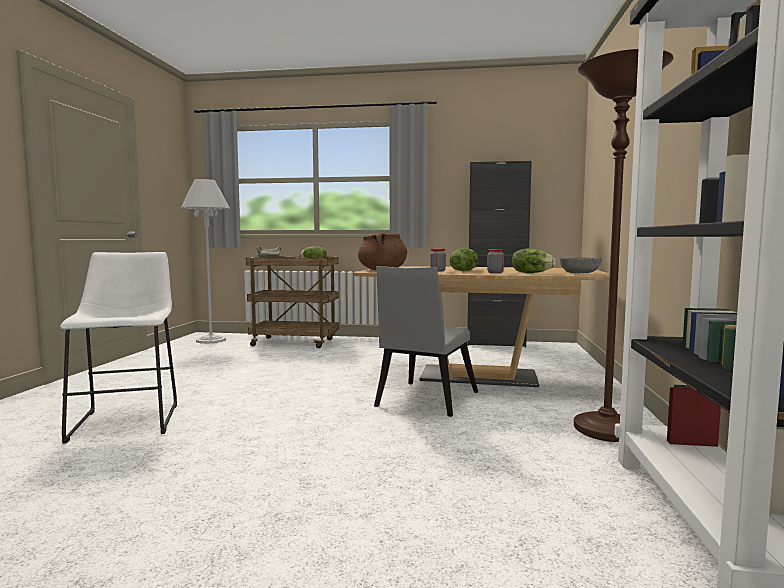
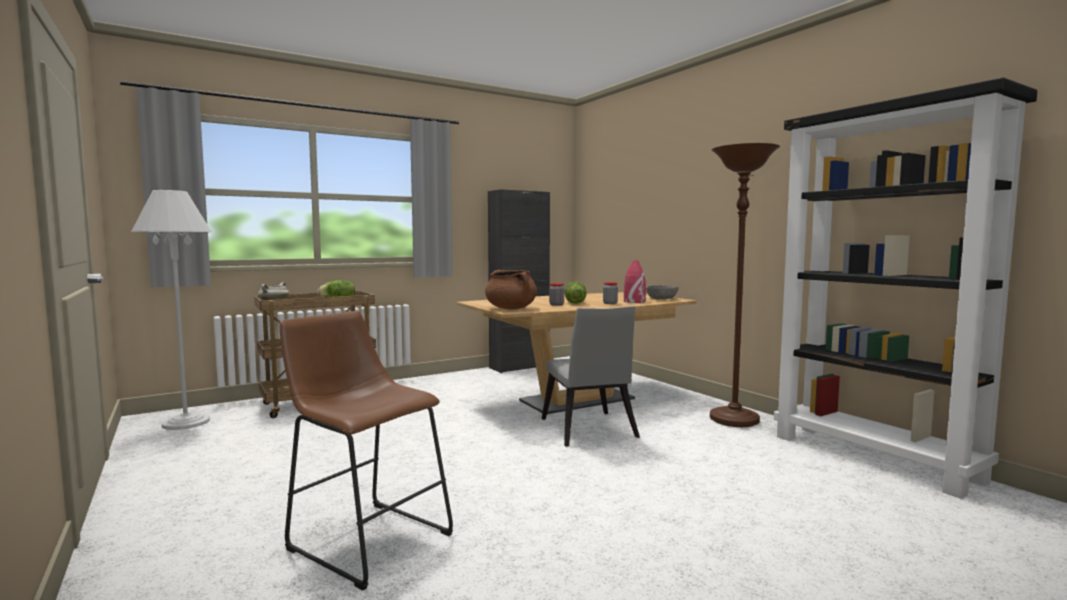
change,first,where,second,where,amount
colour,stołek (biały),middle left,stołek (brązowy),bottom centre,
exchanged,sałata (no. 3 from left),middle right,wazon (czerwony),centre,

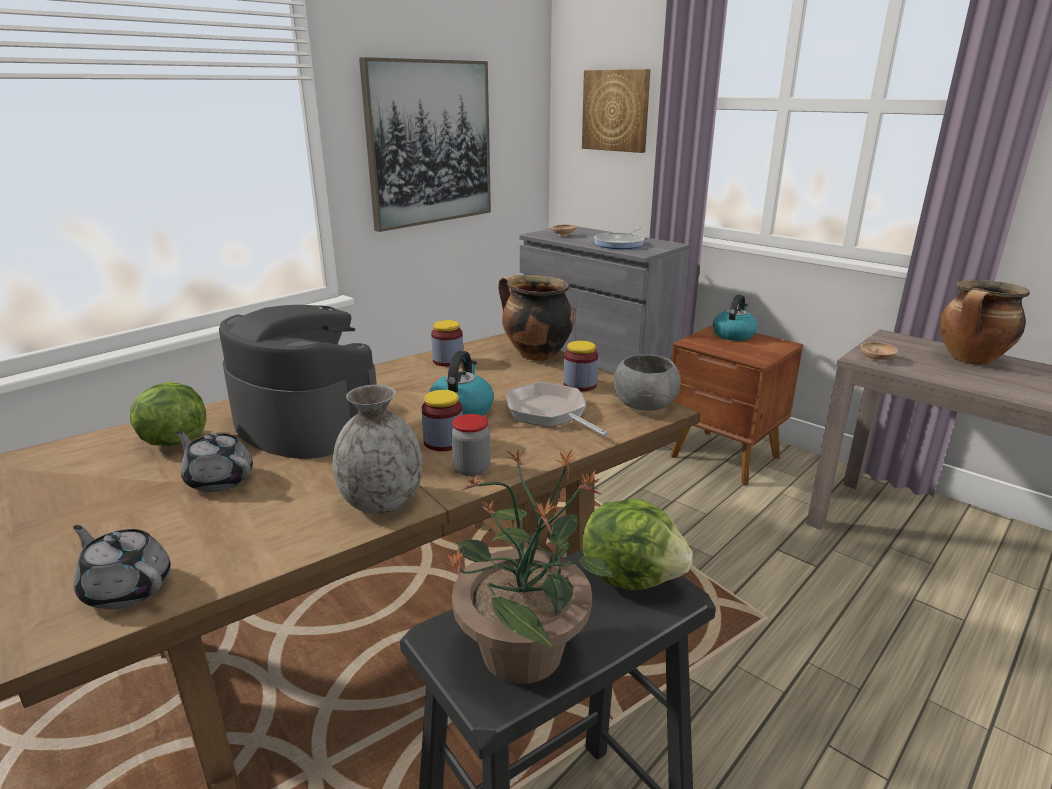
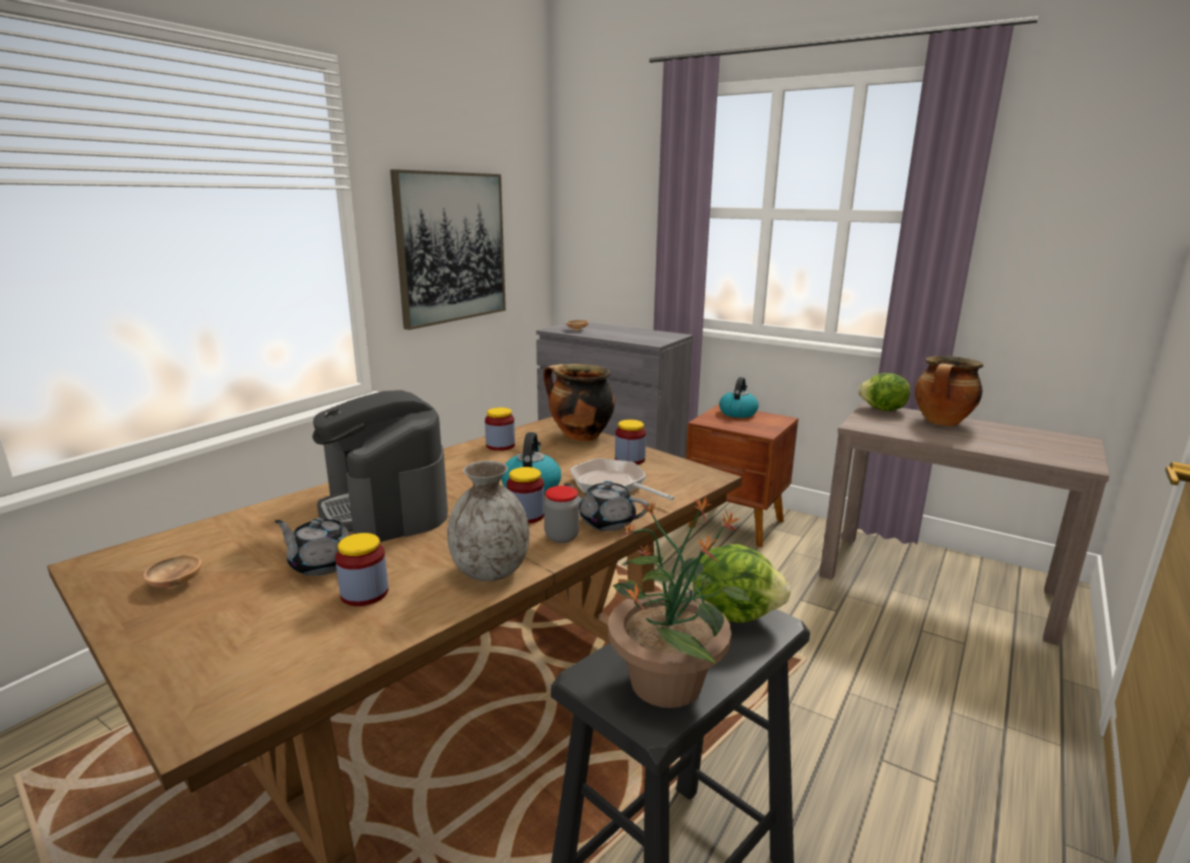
change,first,where,second,where,amount
relocated,miska (brązowy) (no. 2 from left in the first image),middle right,miska (brązowy) (no. 1 from left),middle left,
spun,ekspres do kawy,middle left,,middle left,150 degrees counterclockwise
appeared,,,słoik (no. 1 from left),middle left,
relocated,imbryk (szary) (no. 1 from left in the first image),bottom left,imbryk (szary) (no. 2 from left),centre,
relocated,sałata (no. 1 from left in the first image),middle left,sałata (no. 2 from left),middle right,
missing,obraz (no. 2 from left),top centre,,,
missing,patelnia (no. 2 from left),top centre,,,
missing,miska (szary),centre,,,

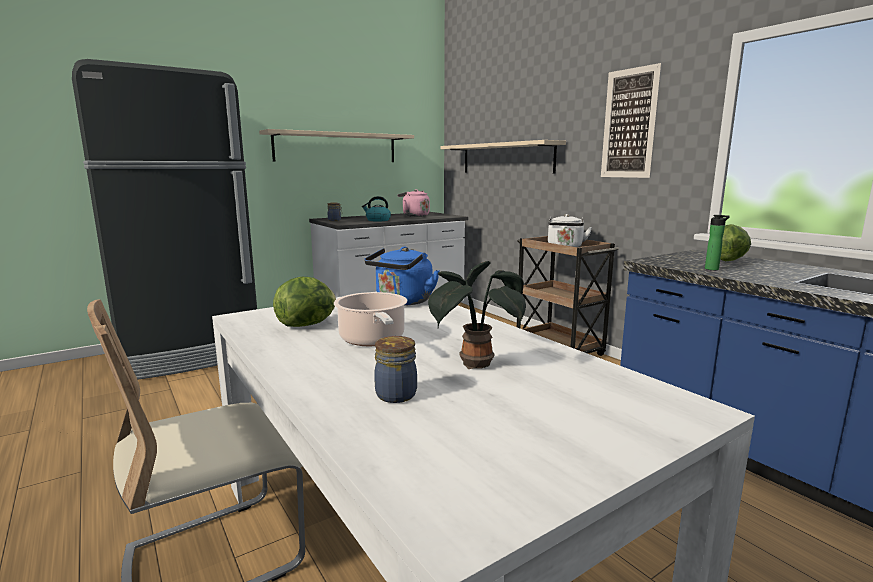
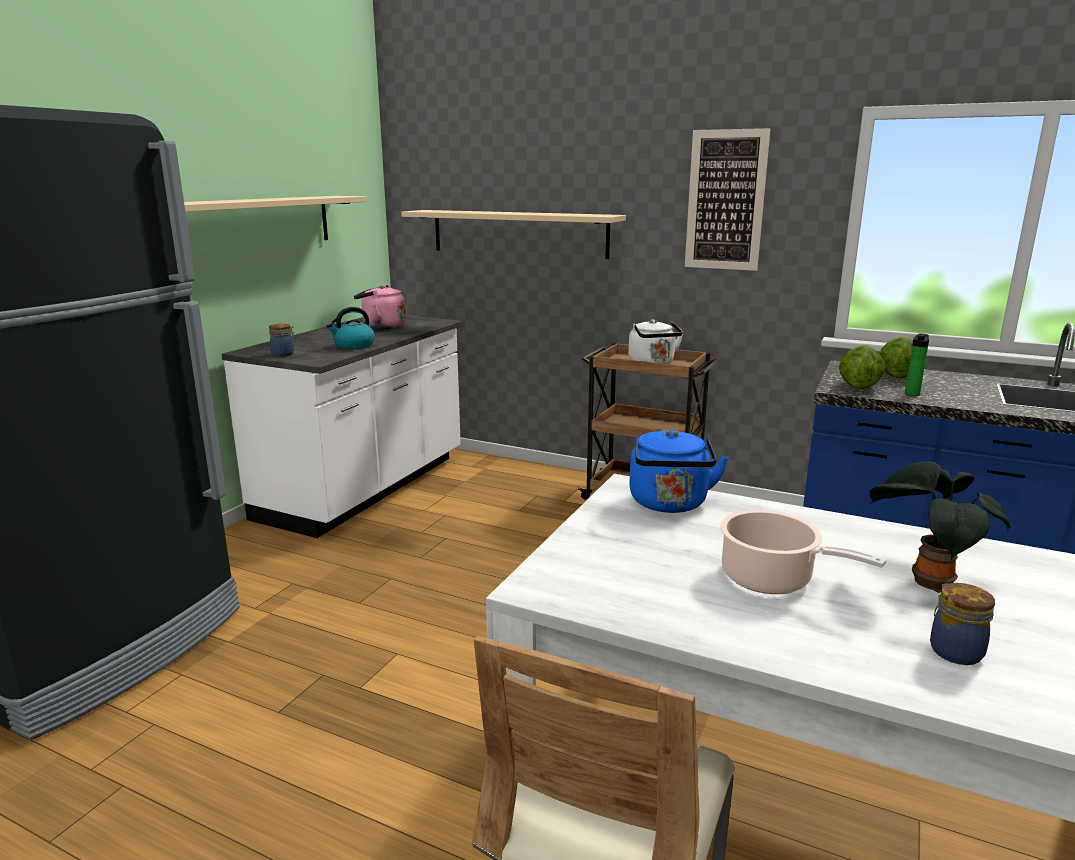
change,first,where,second,where,amount
relocated,sałata (no. 1 from left),centre,,middle right,

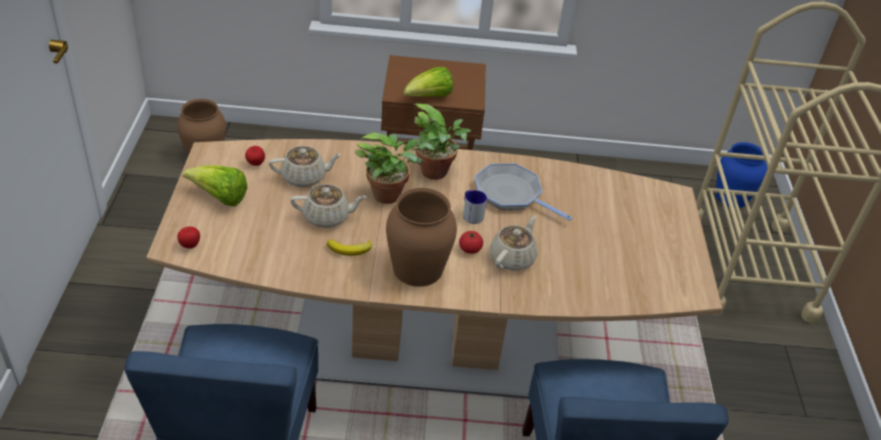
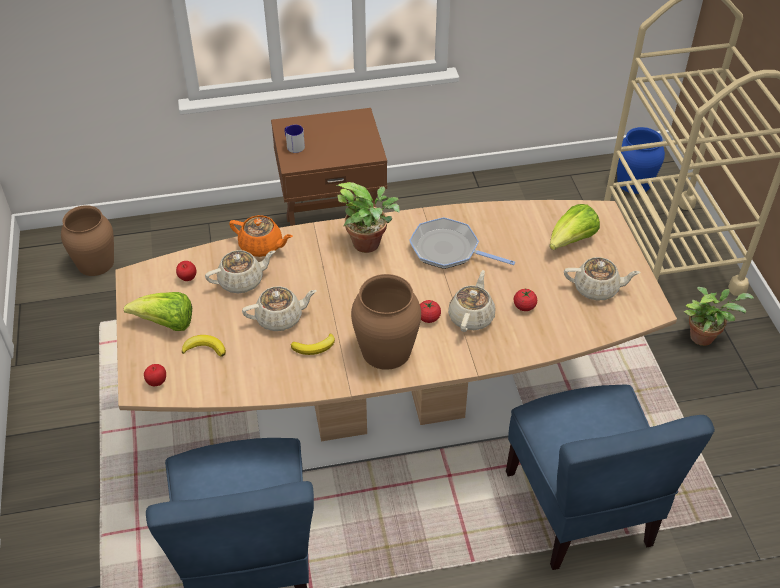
change,first,where,second,where,amount
appeared,,,banan (no. 1 from left),middle left,
appeared,,,imbryk (pomarańczowy),centre,
relocated,kubek,centre,,top centre,
appeared,,,pomidor (no. 2 from left),middle right,
relocated,sałata (no. 2 from left),top centre,,middle right,
appeared,,,imbryk (beżowy) (no. 4 from left),middle right,
relocated,roślina doniczkowa (no. 1 from left in the first image),centre,roślina doniczkowa (no. 2 from left),middle right,

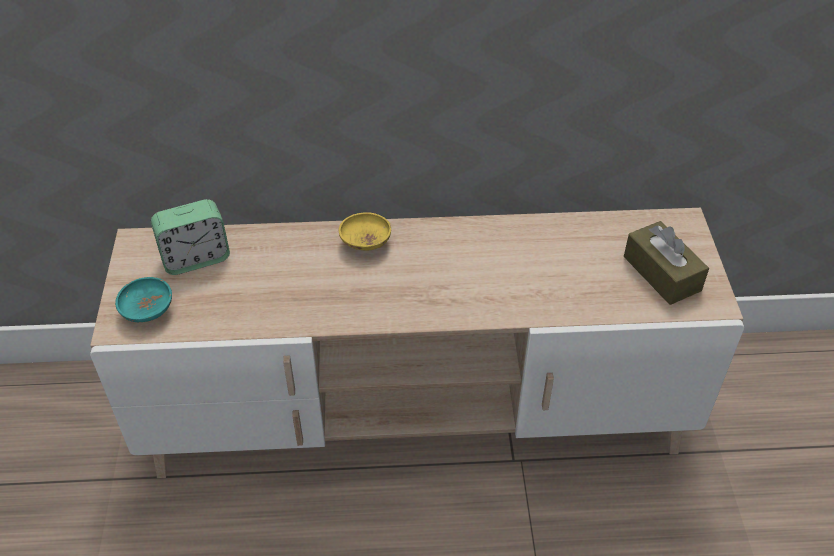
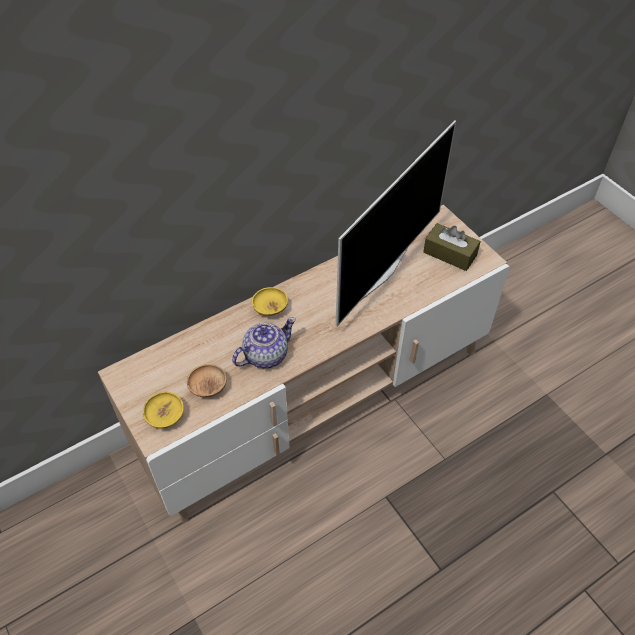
change,first,where,second,where,amount
colour,miska (turkusowy),middle left,miska (żółty) (no. 1 from left),middle left,
appeared,,,miska (brązowy),middle left,
appeared,,,imbryk,centre,
appeared,,,telewizor,centre,
missing,budzik,middle left,,,

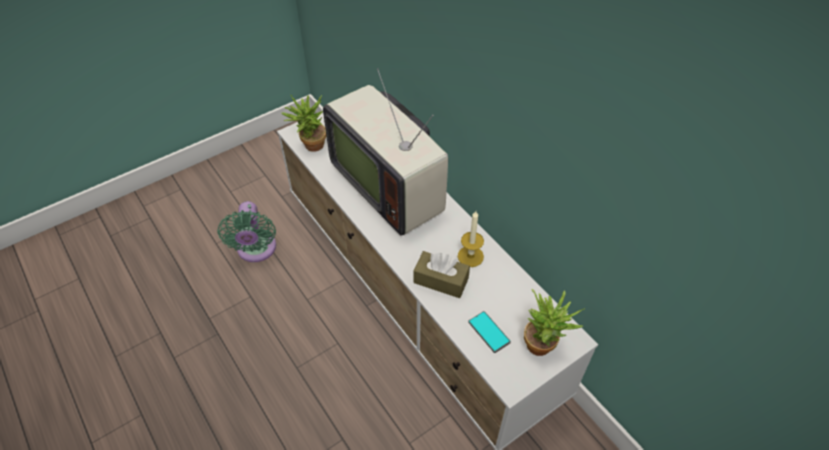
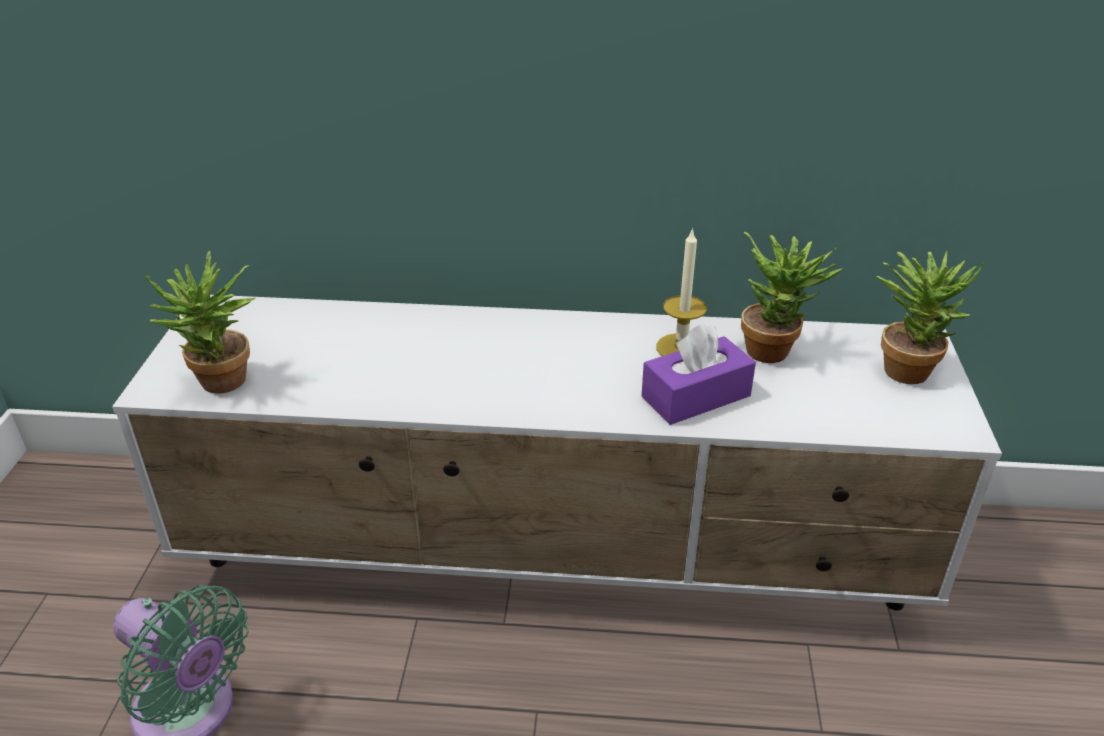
change,first,where,second,where,amount
colour,pudełko chusteczek (brązowy),centre,pudełko chusteczek (fioletowy),centre,
appeared,,,roślina doniczkowa (no. 2 from left),middle right,
missing,telewizor,centre,,,
missing,telefon,bottom centre,,,

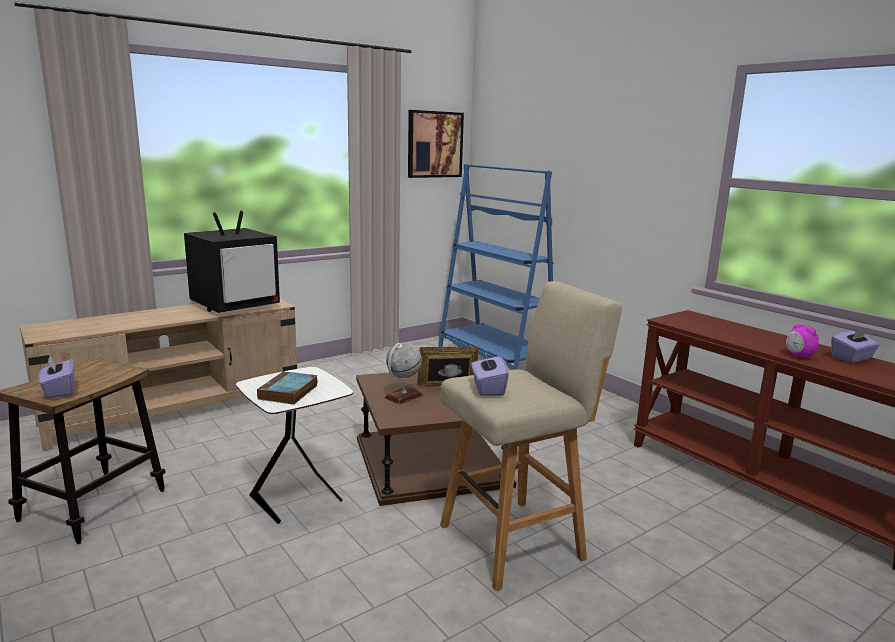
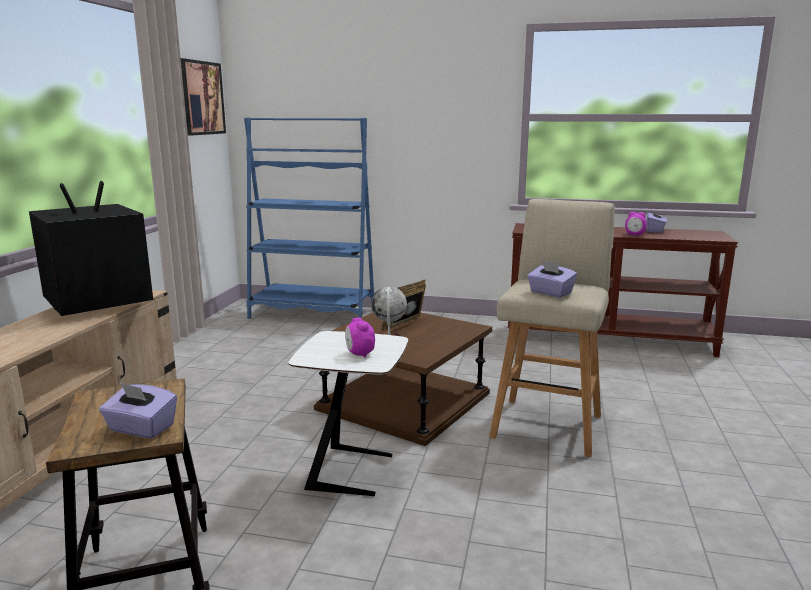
change,first,where,second,where,amount
spun,telewizor,middle left,,middle left,135 degrees counterclockwise
exchanged,książka,middle left,budzik (no. 1 from left),centre,

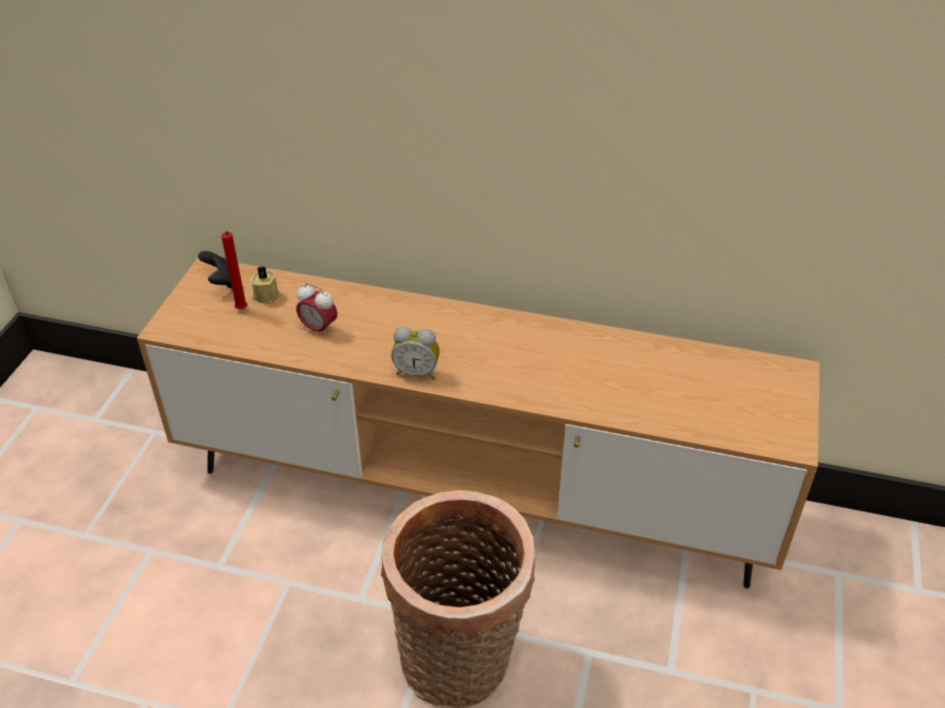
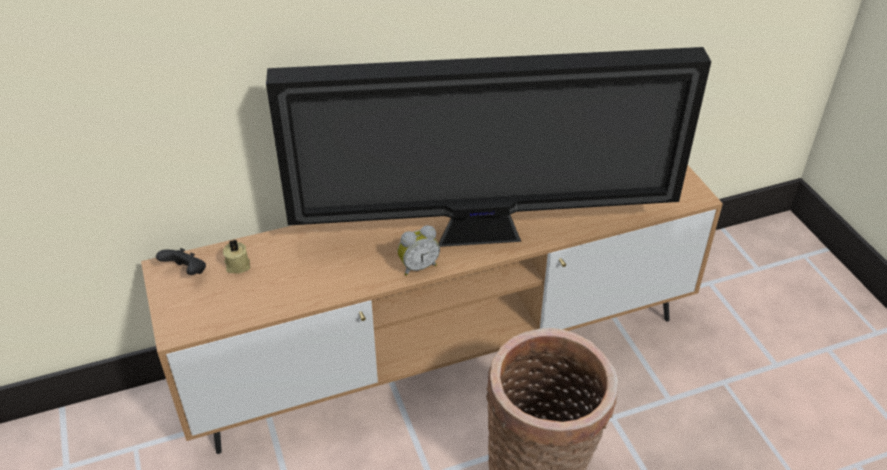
change,first,where,second,where,amount
appeared,,,telewizor,top centre,
missing,świeca (czerwony),middle left,,,
missing,budzik (no. 1 from left),centre,,,

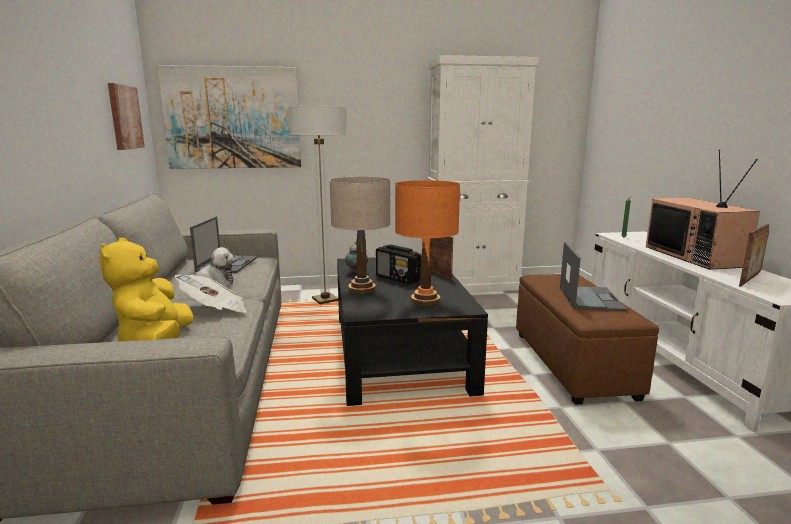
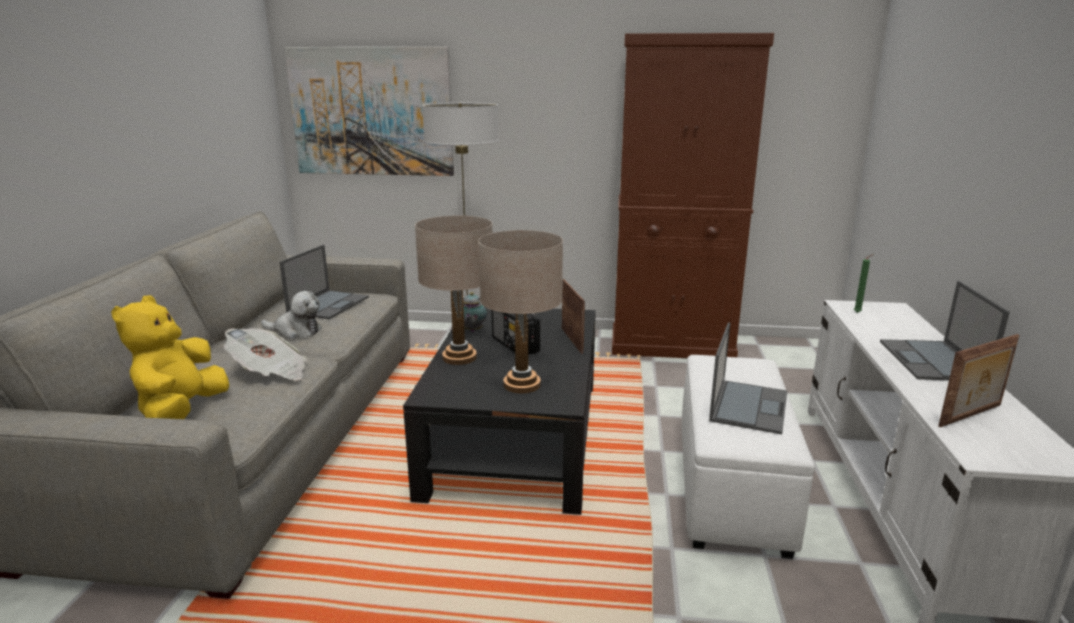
change,first,where,second,where,amount
colour,lampa stołowa (pomarańczowy),centre,lampa stołowa (beżowy) (no. 2 from left),centre,
colour,szafka (biały),top centre,szafka (brązowy),top centre,
colour,pufa (brązowy),middle right,pufa (biały),bottom right,
exchanged,telewizor,middle right,laptop (no. 3 from left),middle right,
missing,obraz (no. 1 from left),top left,,,

